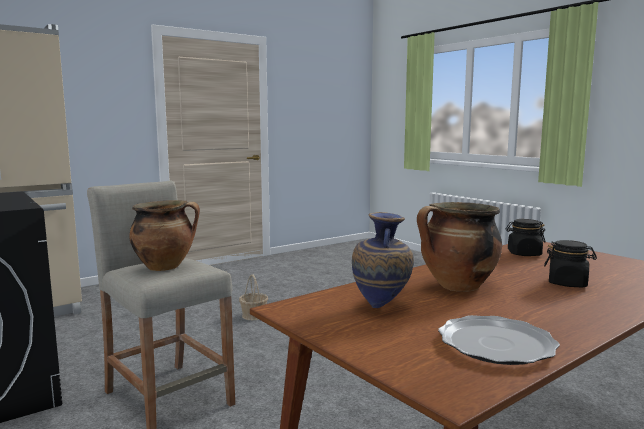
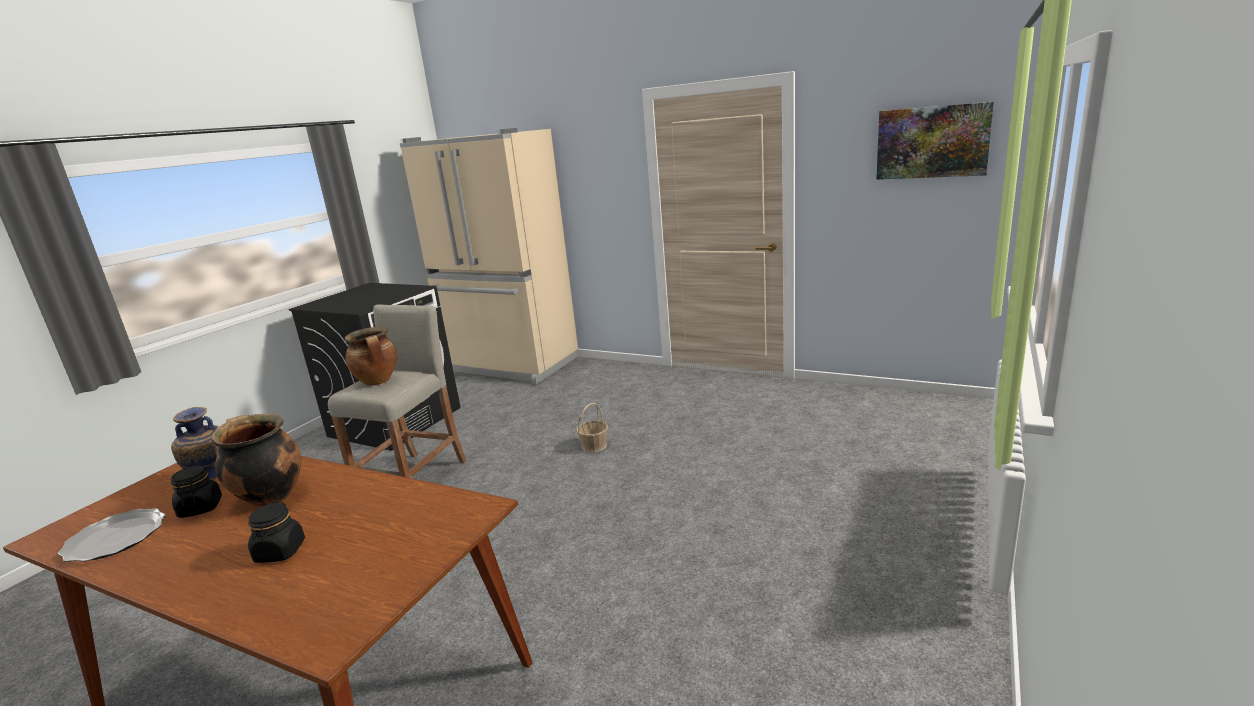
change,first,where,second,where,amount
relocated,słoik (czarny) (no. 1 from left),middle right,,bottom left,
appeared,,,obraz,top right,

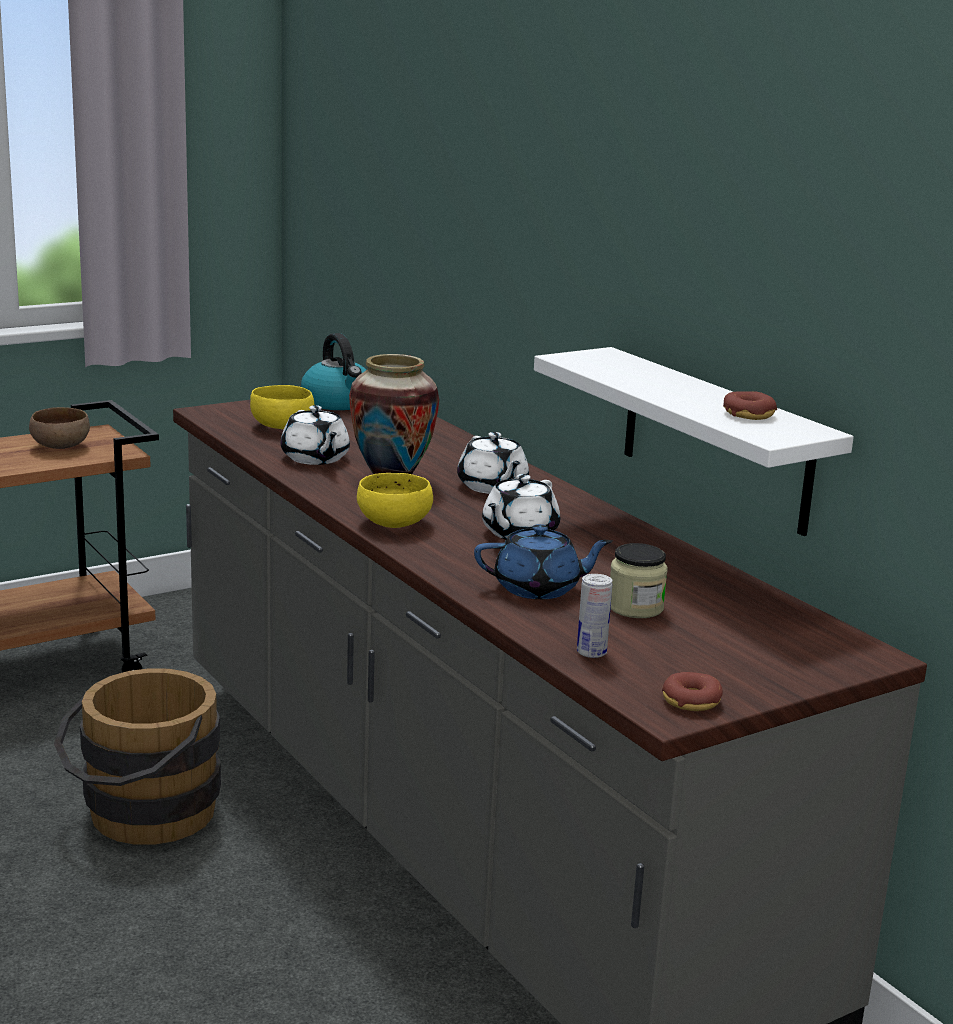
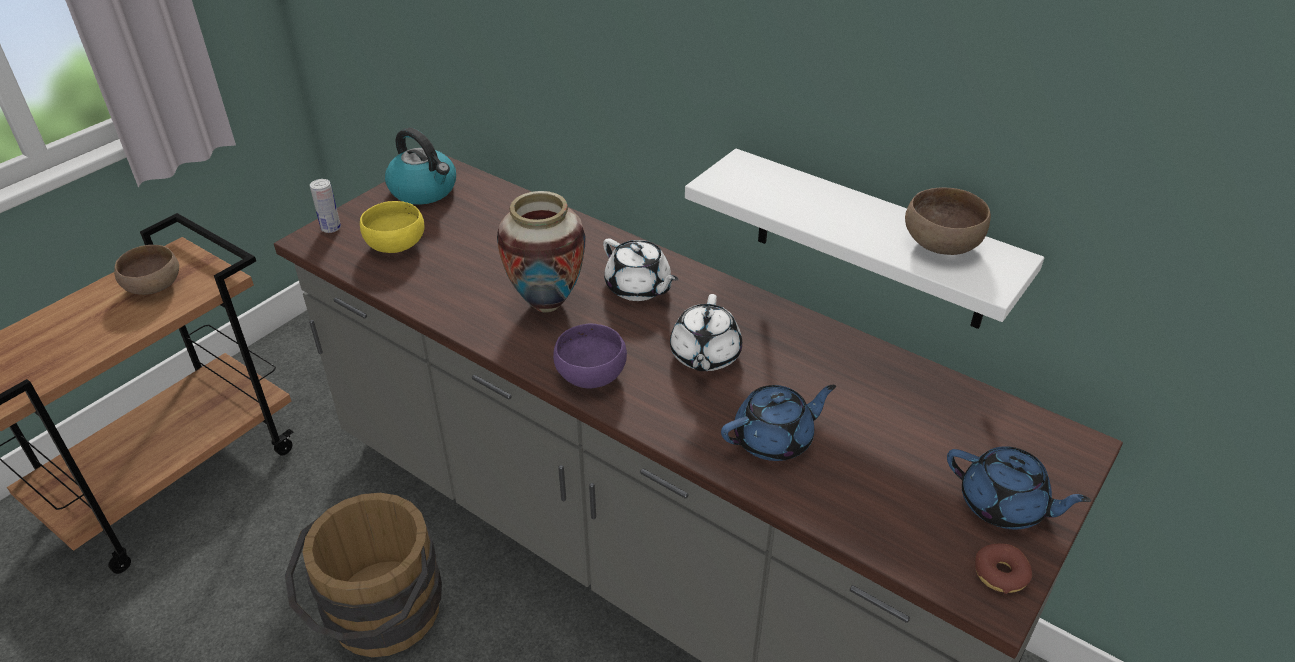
change,first,where,second,where,amount
relocated,puszka,centre,,top left,
colour,miska (żółty) (no. 2 from left),centre,miska (fioletowy),centre,
exchanged,donut (no. 2 from left),middle right,miska (brązowy) (no. 2 from left),middle right,
appeared,,,imbryk (niebieski) (no. 2 from left),bottom right,
missing,imbryk (biały) (no. 1 from left),middle left,,,
missing,słoik,middle right,,,

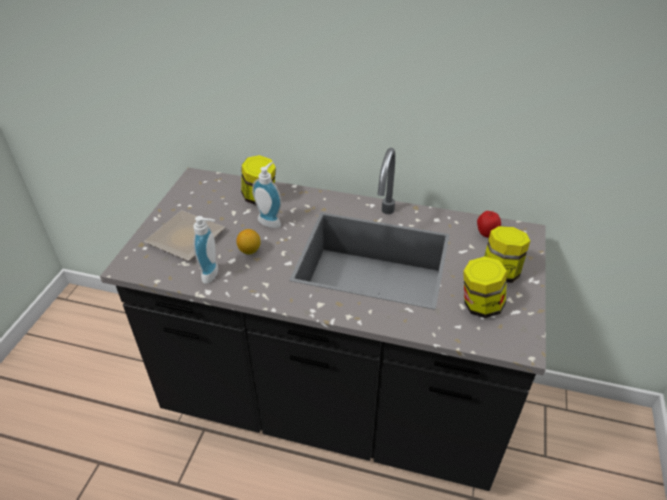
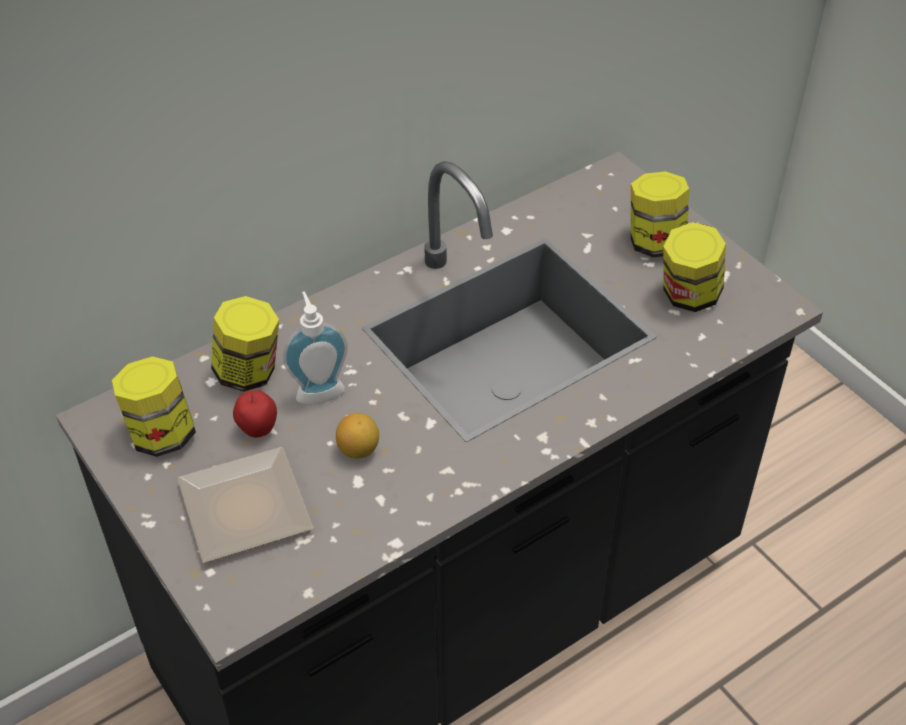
change,first,where,second,where,amount
appeared,,,słoik (no. 1 from left),middle left,
relocated,jabłko,middle right,,middle left,
missing,dozownik mydła (no. 1 from left),middle left,,,

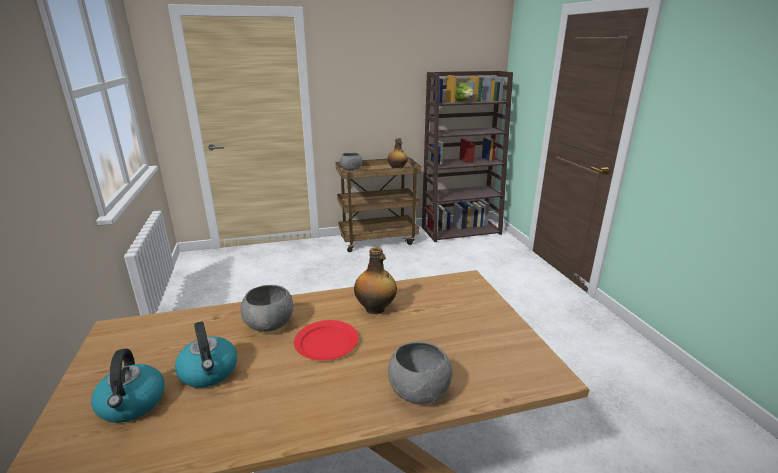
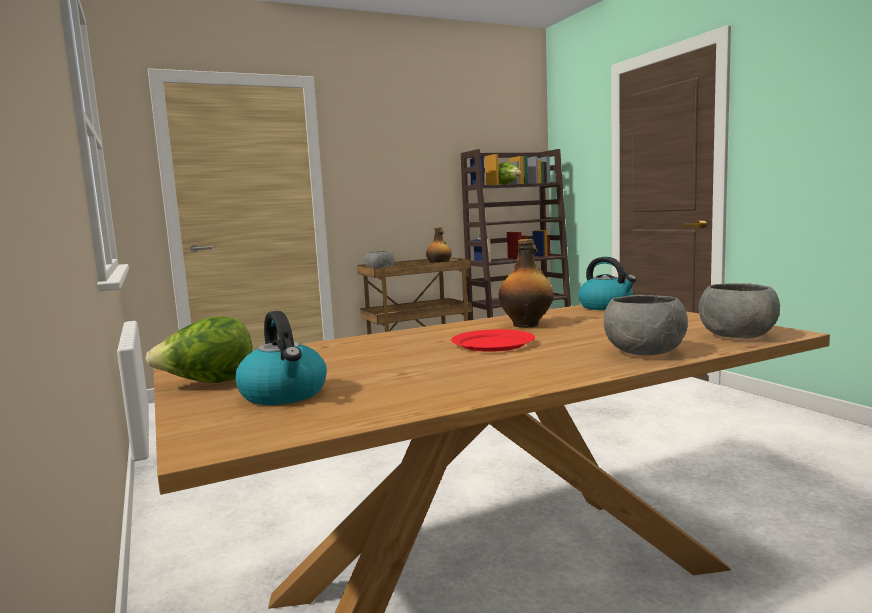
change,first,where,second,where,amount
appeared,,,sałata (no. 1 from left),middle left,
relocated,czajnik (no. 2 from left),bottom left,,middle right,
relocated,miska (szary) (no. 1 from left in the first image),centre,miska (szary) (no. 3 from left),middle right,

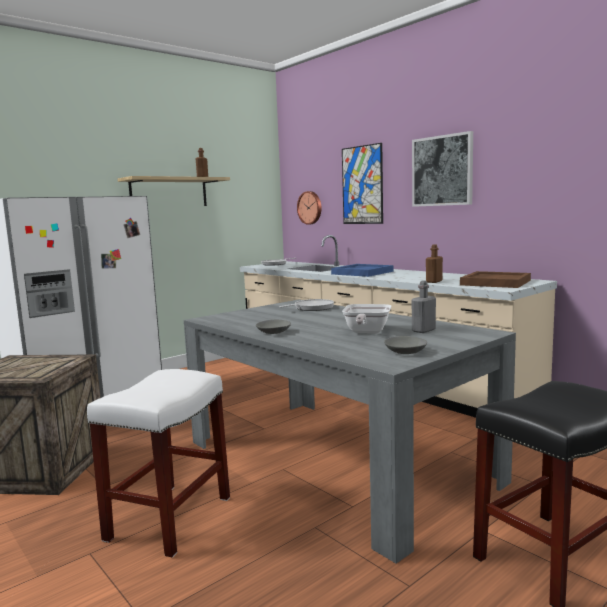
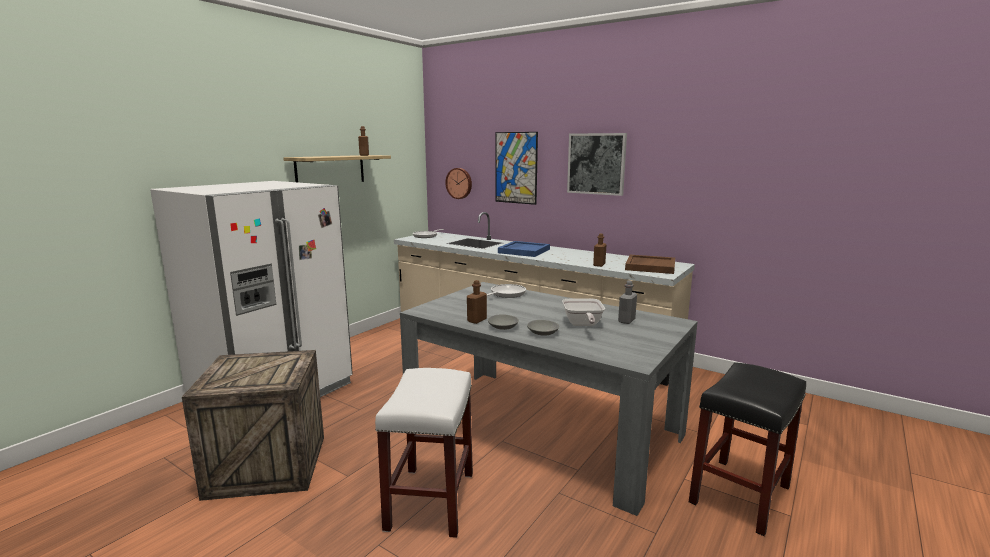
change,first,where,second,where,amount
appeared,,,butelka (brązowy) (no. 2 from left),centre,
relocated,miska (szary) (no. 2 from left),middle right,,centre,

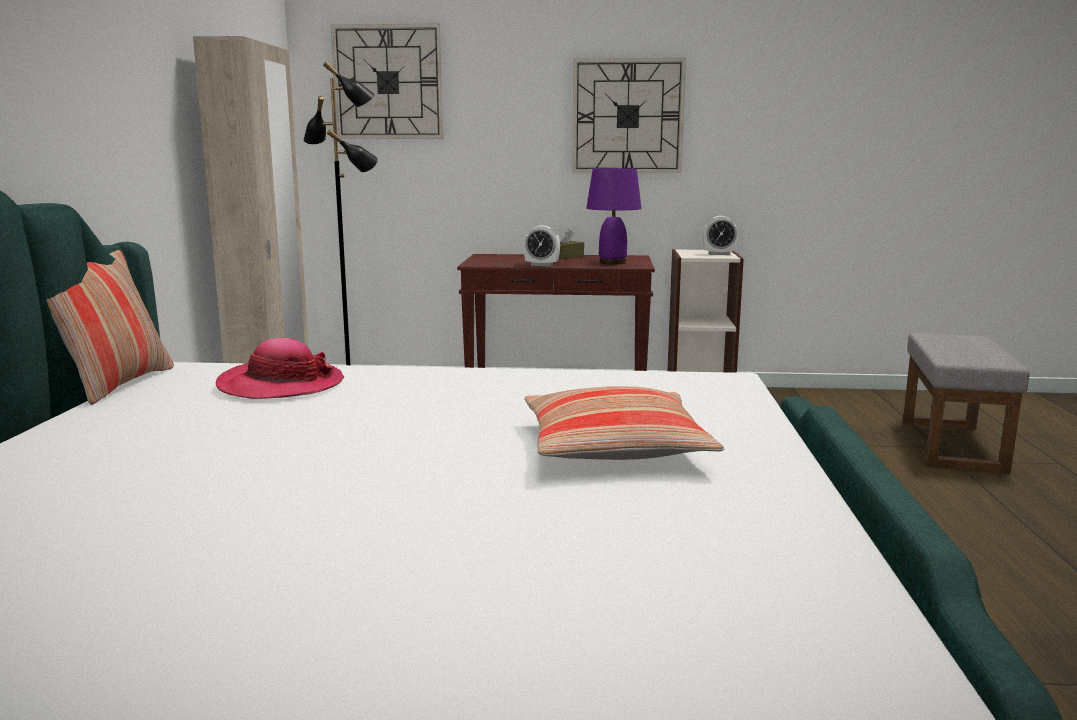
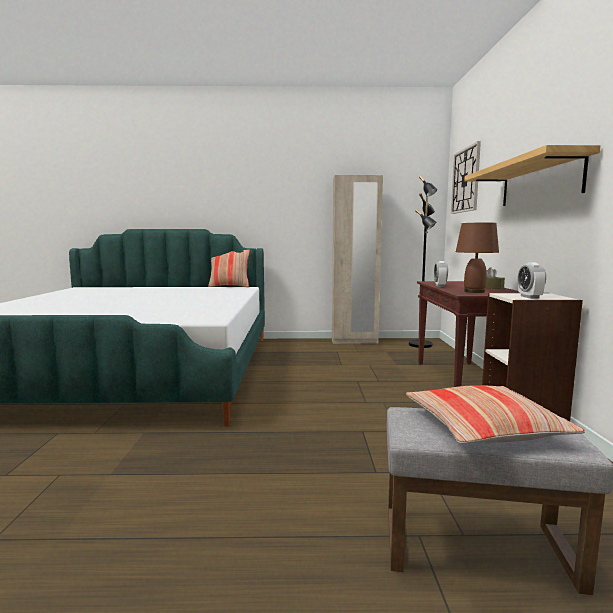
change,first,where,second,where,amount
relocated,poduszka (no. 2 from left),centre,,bottom right,
colour,lampa stołowa (fioletowy),top centre,lampa stołowa (brązowy),middle right,
exchanged,zegar ścienny (no. 2 from left),top centre,półka,top right,
missing,kapelusz,middle left,,,

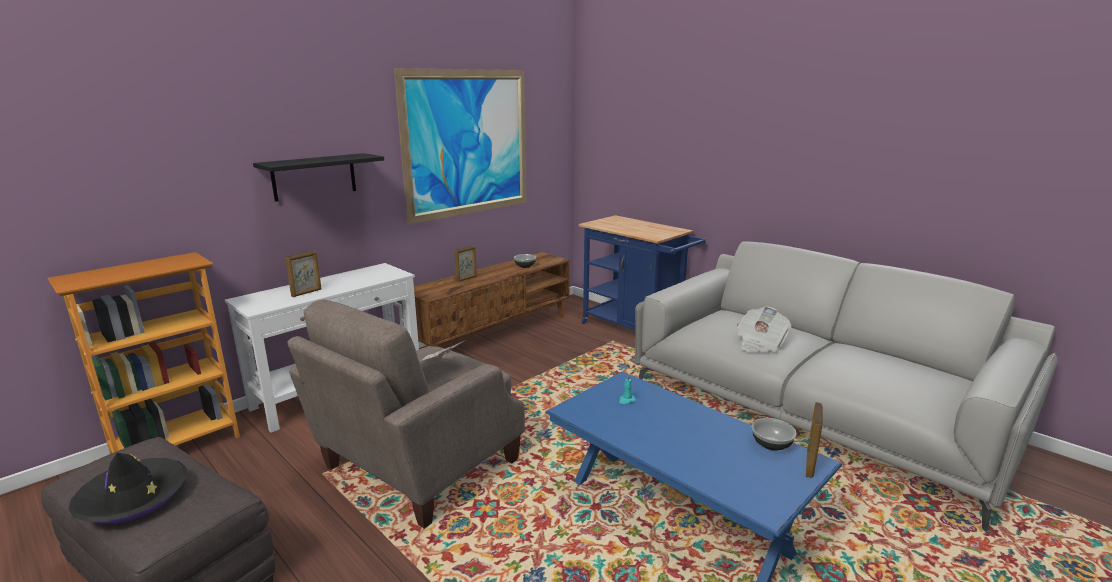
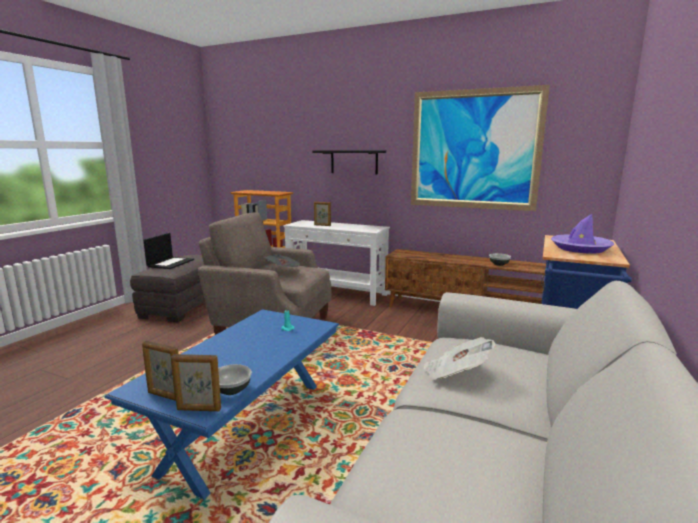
change,first,where,second,where,amount
relocated,ramka na zdjęcie (no. 2 from left in the first image),centre,ramka na zdjęcie (no. 1 from left),bottom left,
exchanged,kapelusz (czarny),bottom left,laptop,middle left,
appeared,,,kapelusz (fioletowy),middle right,

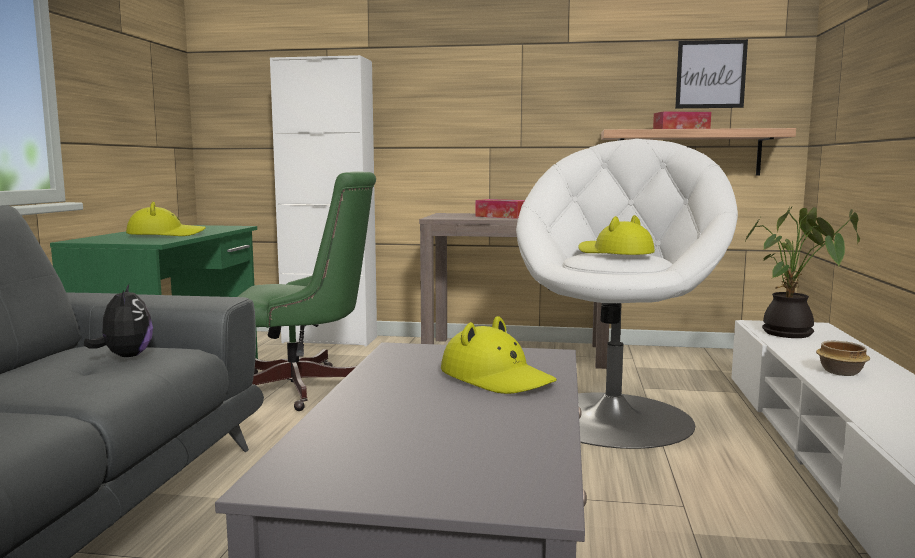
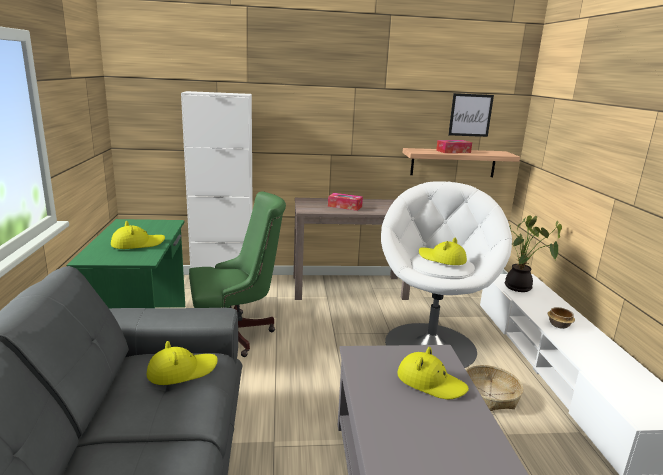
change,first,where,second,where,amount
exchanged,pluszak,middle left,kapelusz (żółty) (no. 2 from left),bottom left,
appeared,,,koszyk,bottom right,

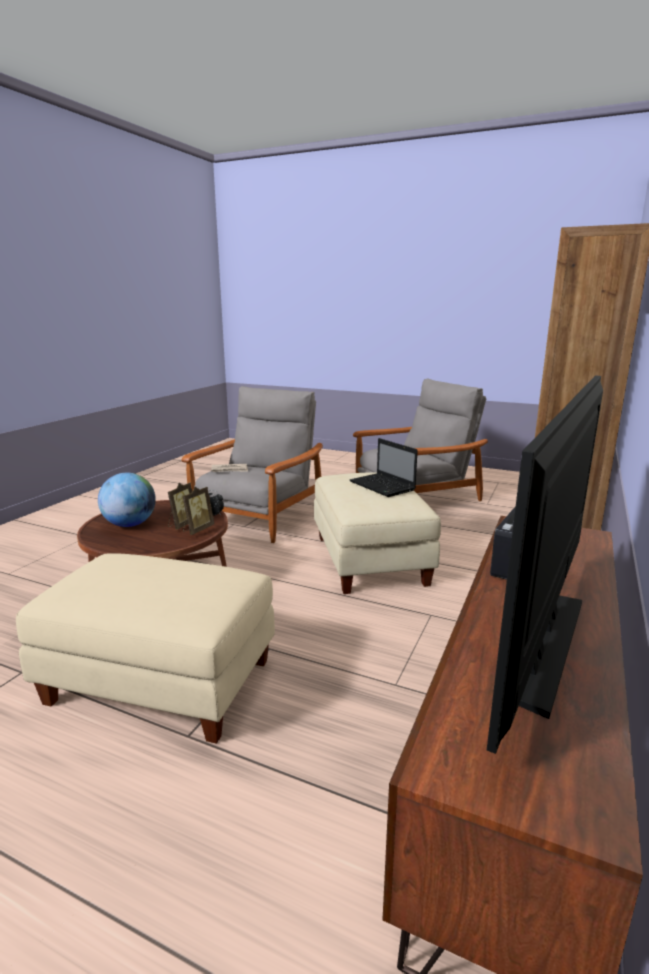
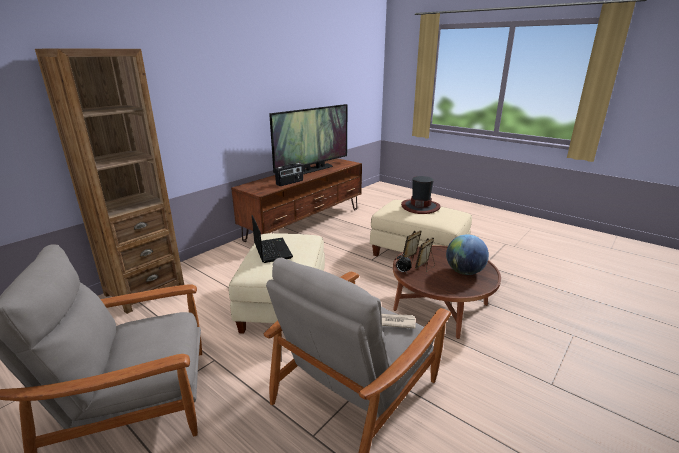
change,first,where,second,where,amount
appeared,,,kapelusz,centre,

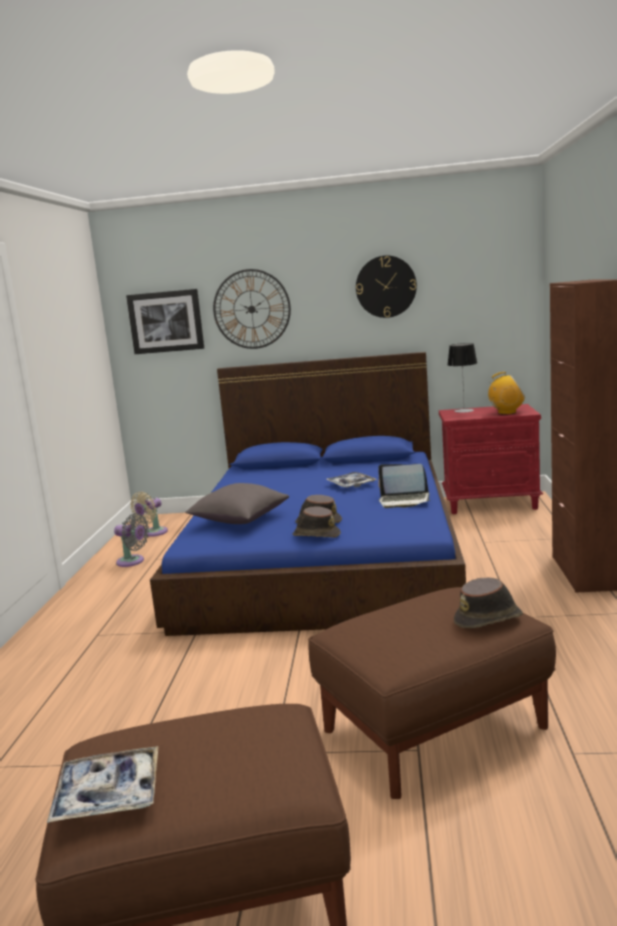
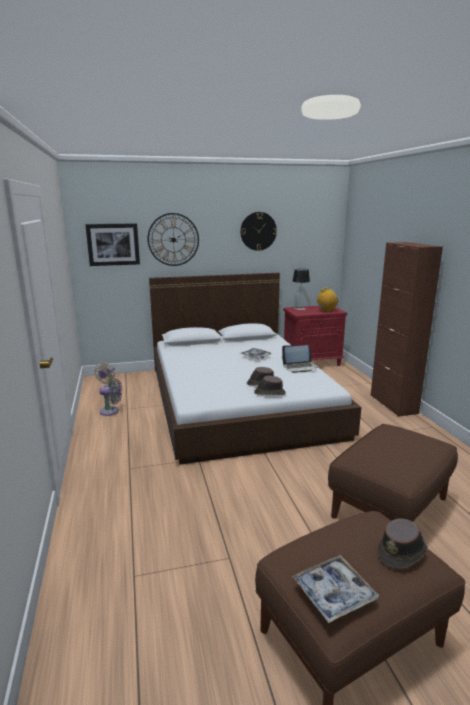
change,first,where,second,where,amount
colour,łóżko (niebieski),centre,łóżko (biały),centre,
relocated,kapelusz (brązowy) (no. 3 from left),middle right,,bottom right,
missing,poduszka (szary),centre,,,

